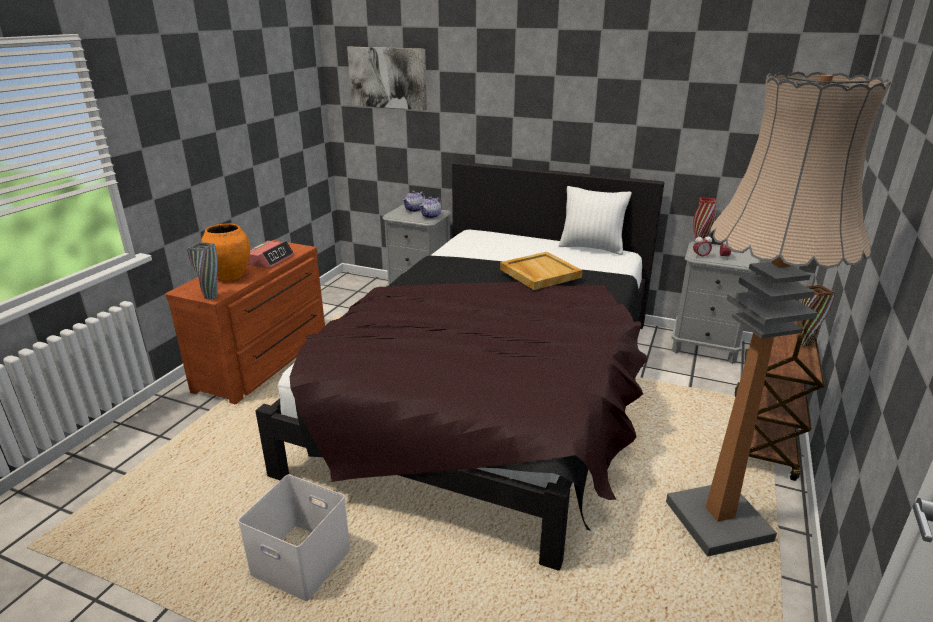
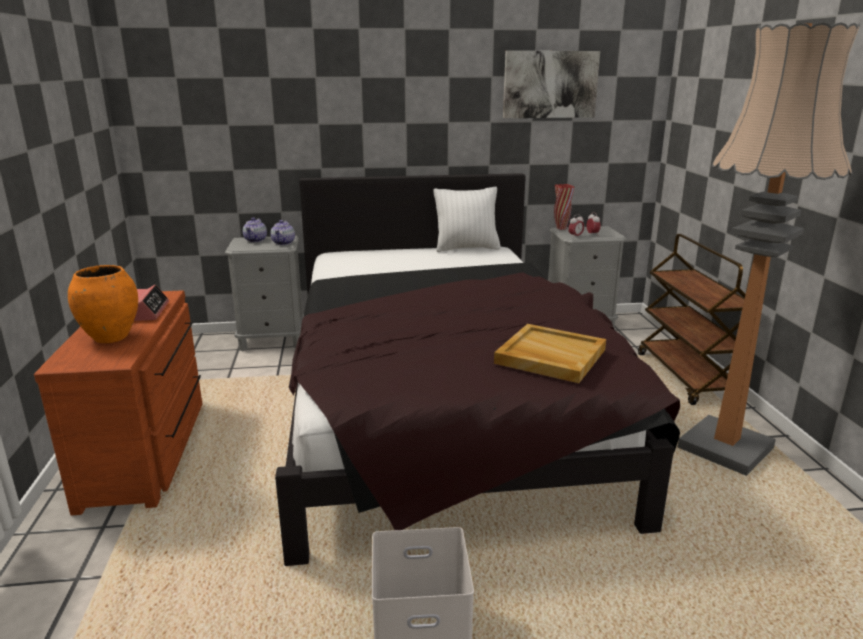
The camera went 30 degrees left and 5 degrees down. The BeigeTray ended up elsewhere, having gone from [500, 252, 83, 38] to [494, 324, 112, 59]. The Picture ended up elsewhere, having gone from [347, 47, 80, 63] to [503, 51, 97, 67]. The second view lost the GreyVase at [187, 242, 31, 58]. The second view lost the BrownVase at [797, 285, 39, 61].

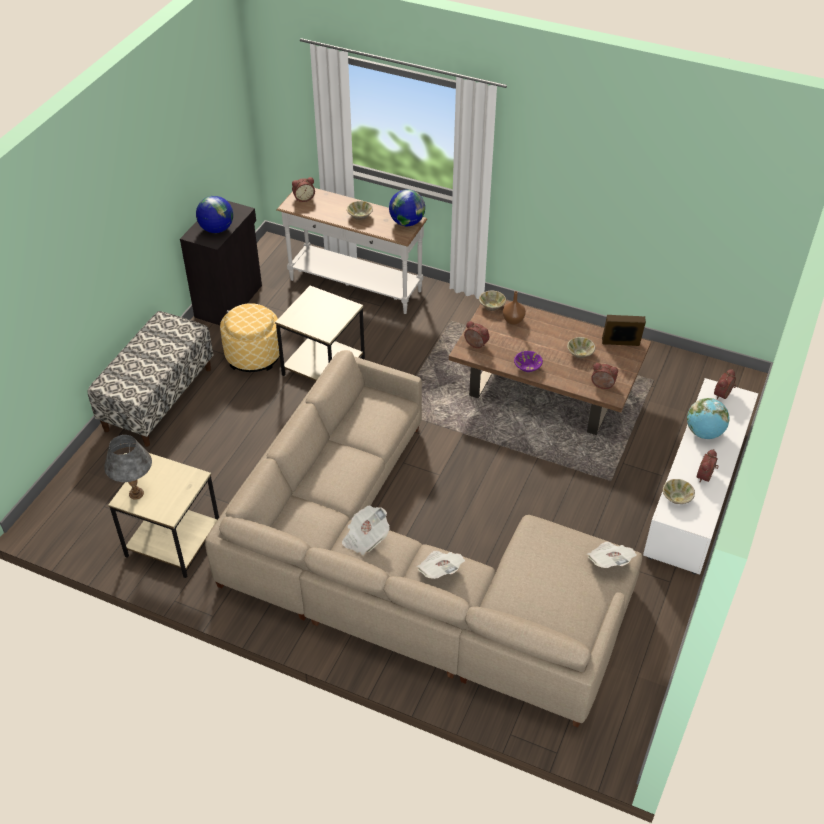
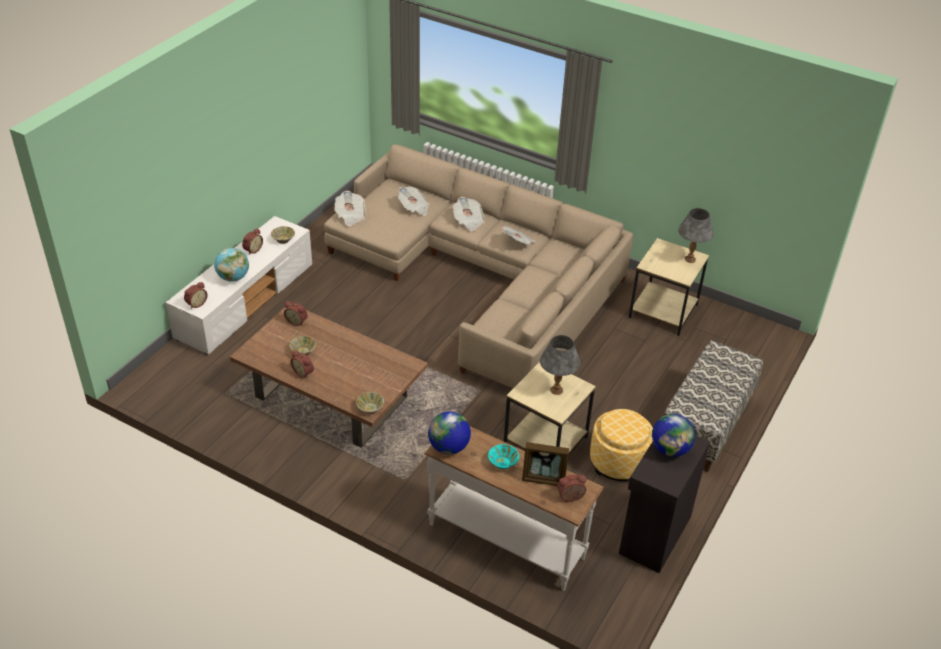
The camera went 175 degrees left and 5 degrees down. The AlarmClock ended up elsewhere, having gone from [464, 321, 25, 27] to [291, 350, 23, 28]. The second view gained the Newspaper at [398, 186, 32, 30]. What was the BeigeBowl at [347, 201, 26, 19] turned into the TurquoiseBowl at [488, 444, 31, 25]. The PictureFrame ended up elsewhere, having gone from [602, 315, 44, 31] to [522, 442, 47, 44]. The second view gained the GreyTableLamp at [540, 335, 40, 60]. The second view lost the BrownVase at [503, 291, 23, 34]. The second view lost the PurpleBowl at [514, 351, 29, 22].

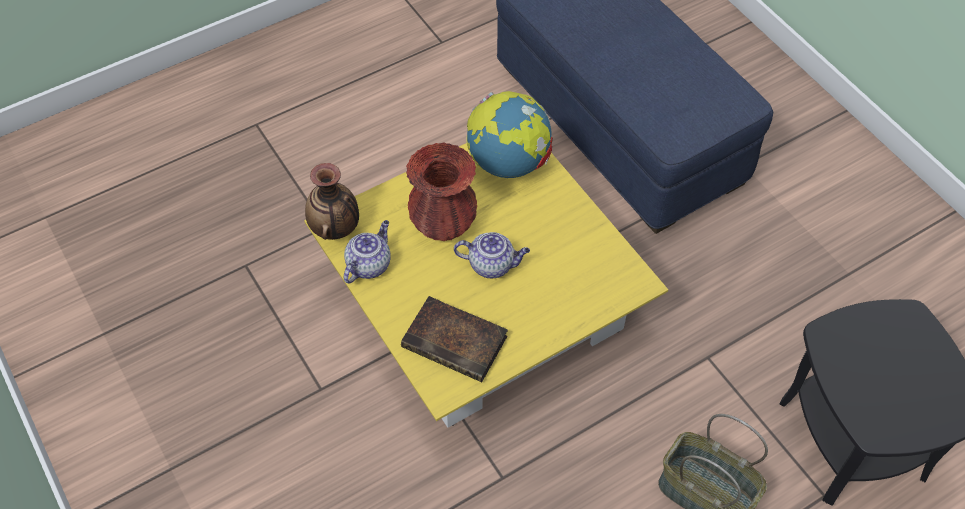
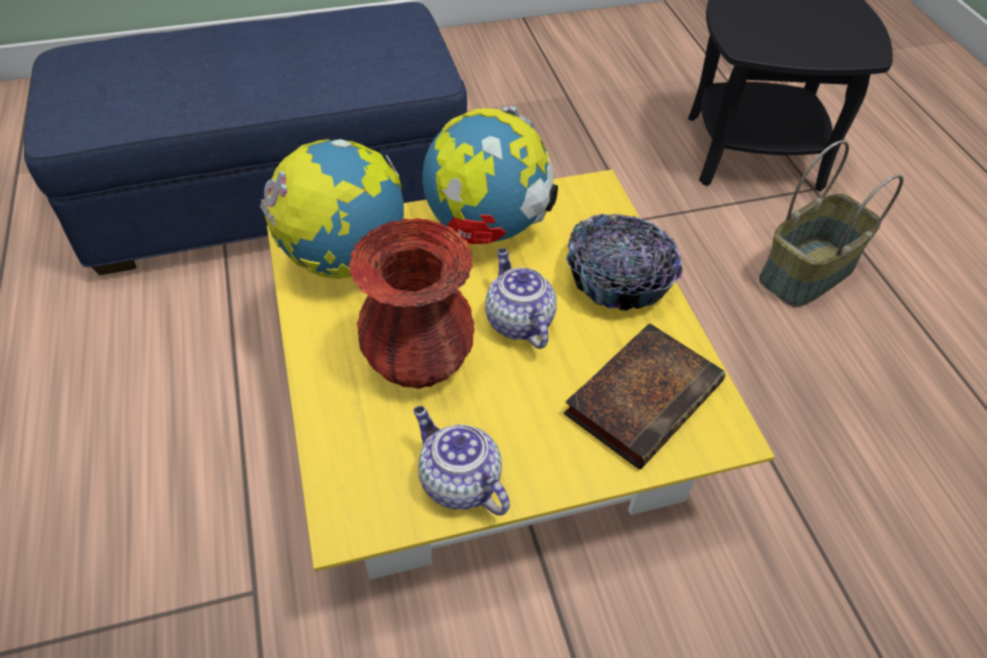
The camera went 75 degrees left and 5 degrees down. The second view gained the Globe at [422, 106, 136, 138]. The Teapot at [454, 232, 76, 46] ended up facing another way, 45 degrees counterclockwise from before. The second view gained the Bowl at [566, 214, 117, 97]. The second view lost the Vase at [305, 163, 54, 77].

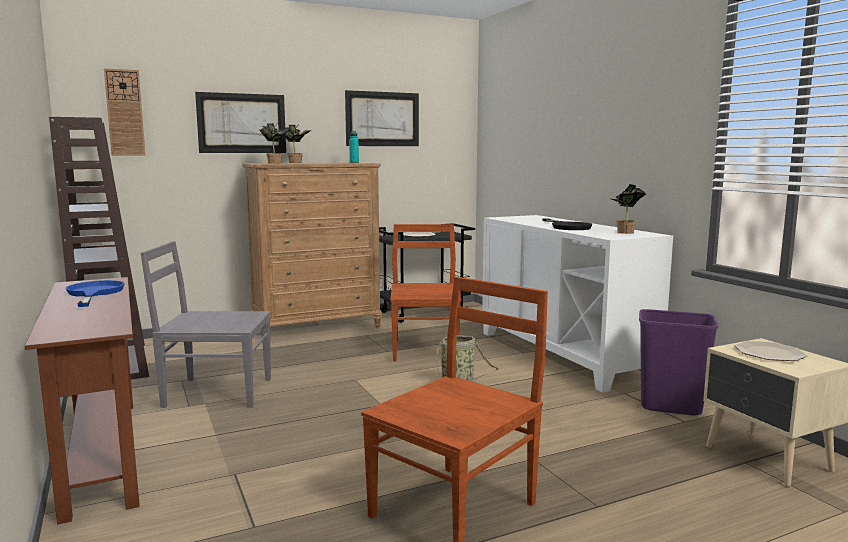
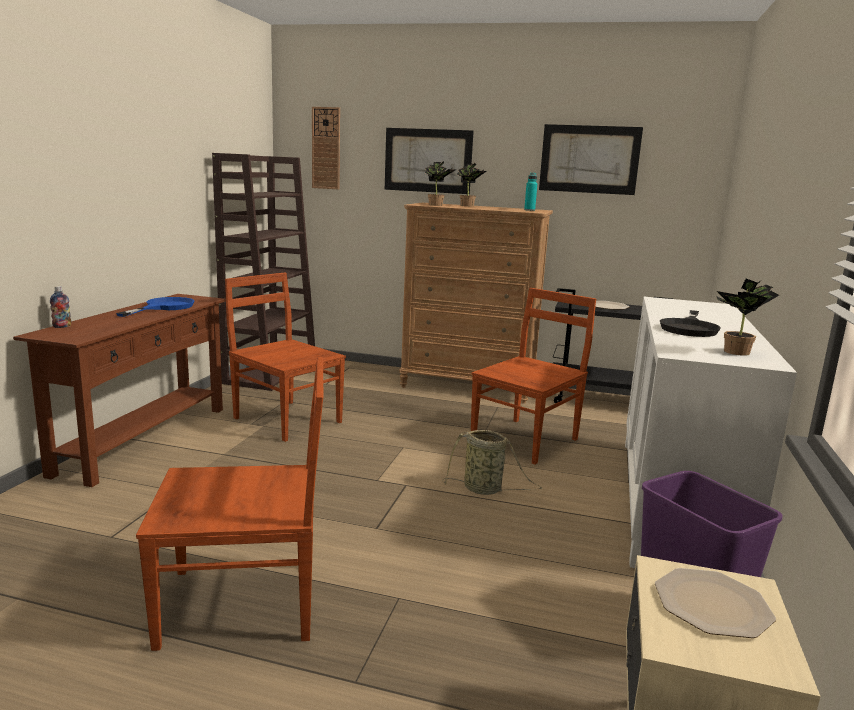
The camera went 40 degrees right and 5 degrees up. The second view gained the Bottle at [50, 286, 21, 42]. What was the GreyChair at [141, 241, 130, 167] turned into the BrownChair at [225, 273, 121, 169].

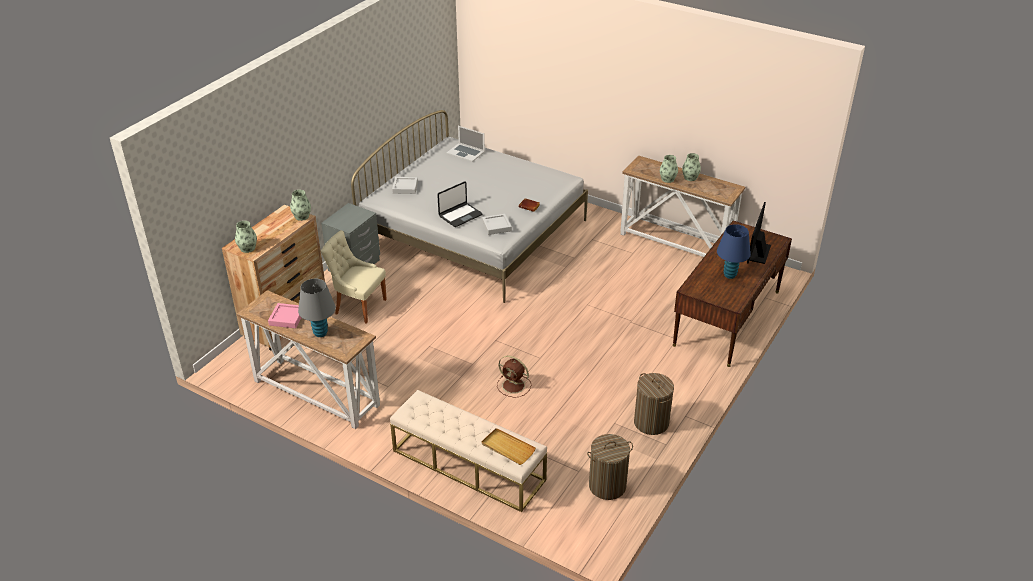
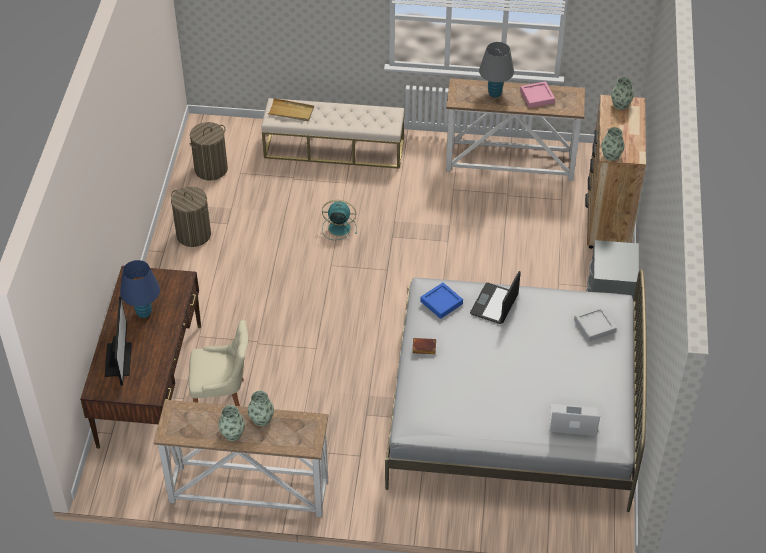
The camera went 155 degrees right and 10 degrees up. The BeigeChair ended up elsewhere, having gone from [321, 230, 66, 94] to [189, 320, 59, 86]. What was the BrownFan at [497, 356, 34, 42] turned into the TurquoiseFan at [322, 200, 35, 40]. What was the GreyTray at [482, 214, 30, 21] turned into the BlueTray at [420, 282, 43, 37].

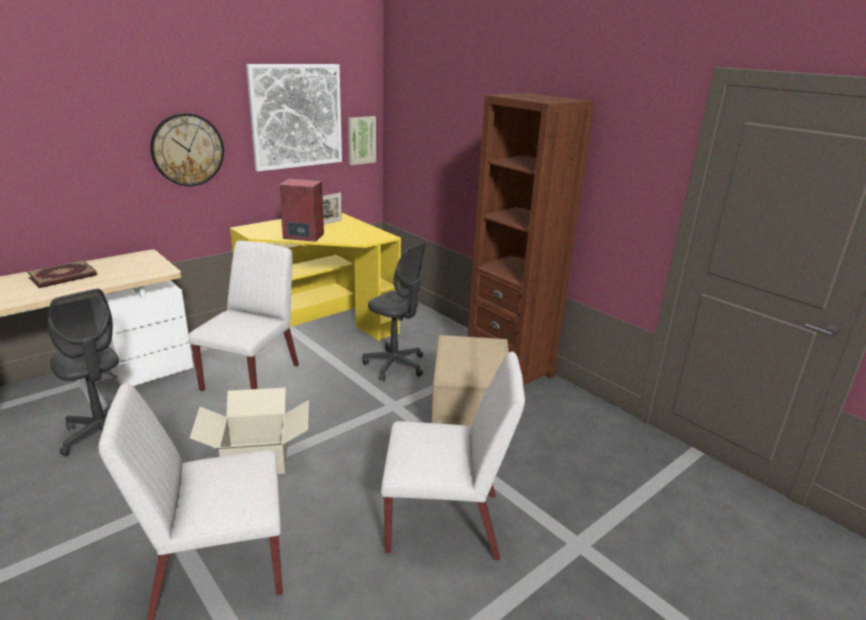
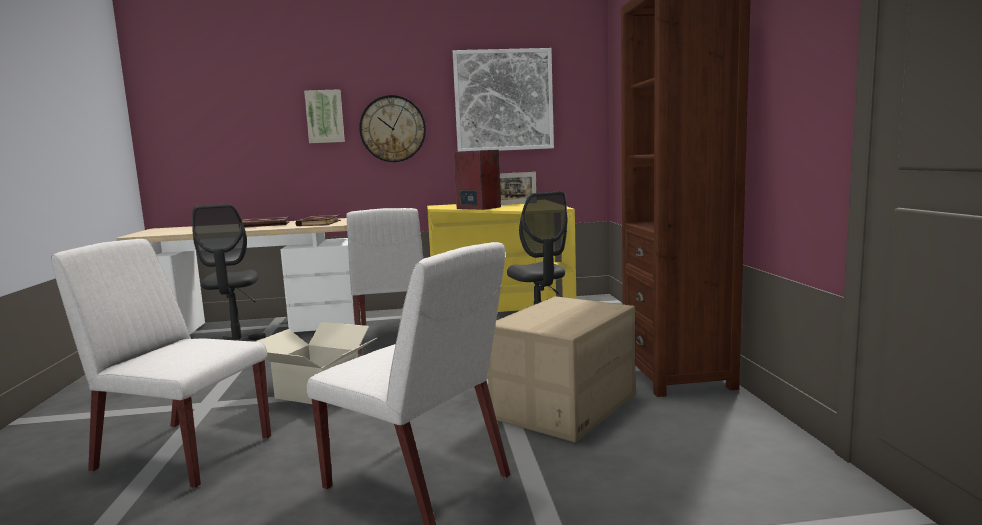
The camera went 35 degrees right and 15 degrees down. The second view gained the Book at [295, 215, 46, 11]. The Picture ended up elsewhere, having gone from [348, 116, 28, 49] to [304, 89, 41, 54]. The WhiteChair at [188, 241, 111, 150] ended up facing another way, 120 degrees clockwise from before.

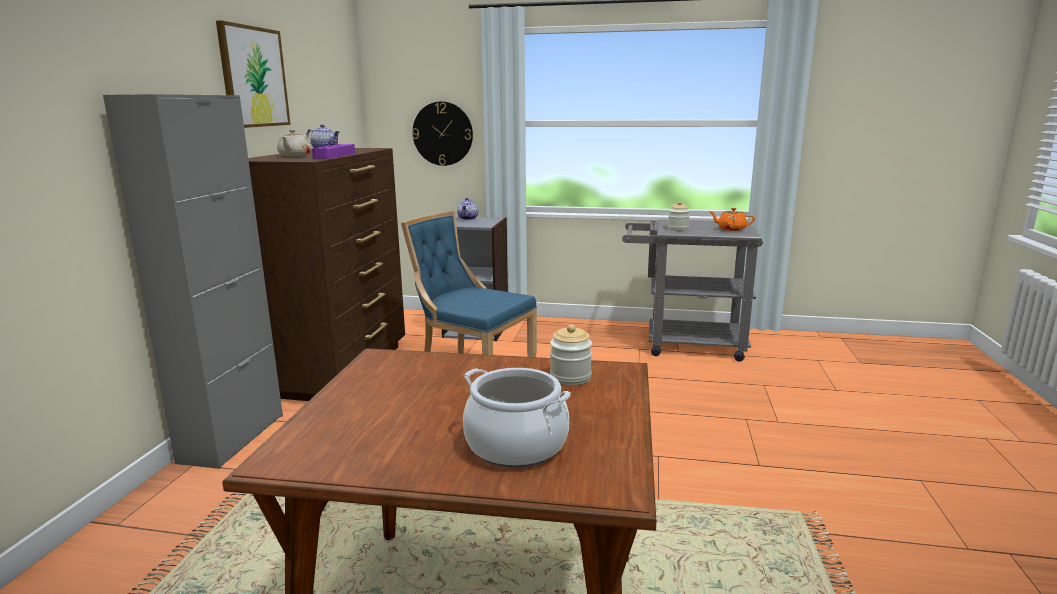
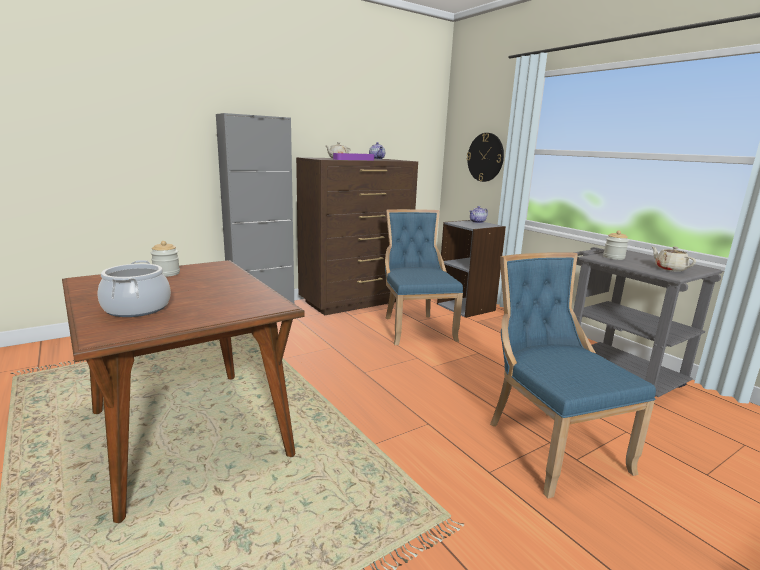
The camera went 45 degrees right and 0 degrees up. The Jar ended up elsewhere, having gone from [550, 324, 42, 62] to [151, 241, 29, 36]. The second view gained the BlueChair at [490, 252, 166, 247]. What was the OrangeTeapot at [709, 208, 46, 23] turned into the BeigeTeapot at [651, 246, 45, 26]. The second view lost the Picture at [216, 20, 75, 108].

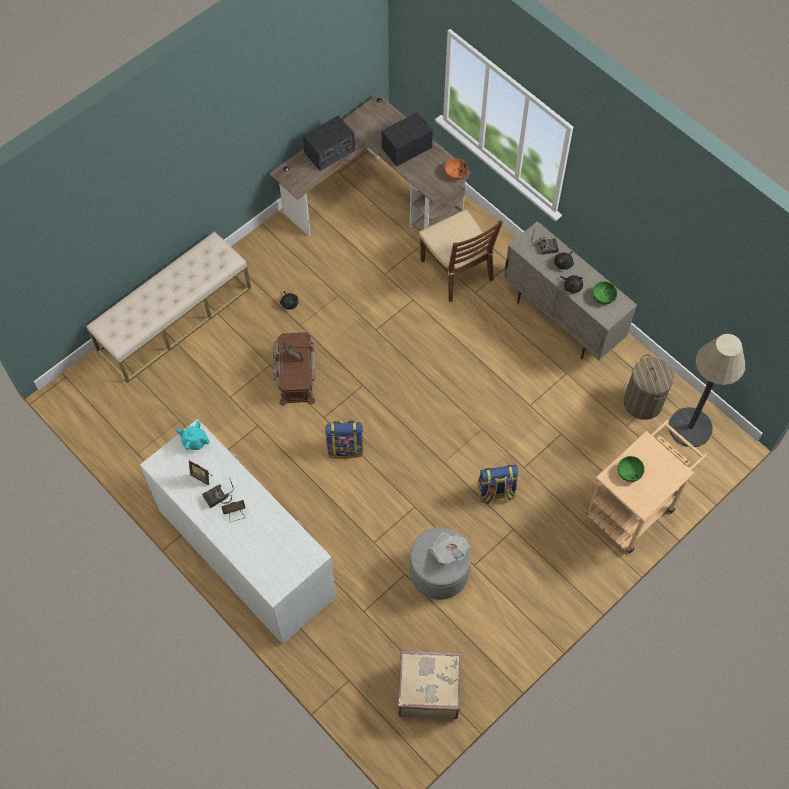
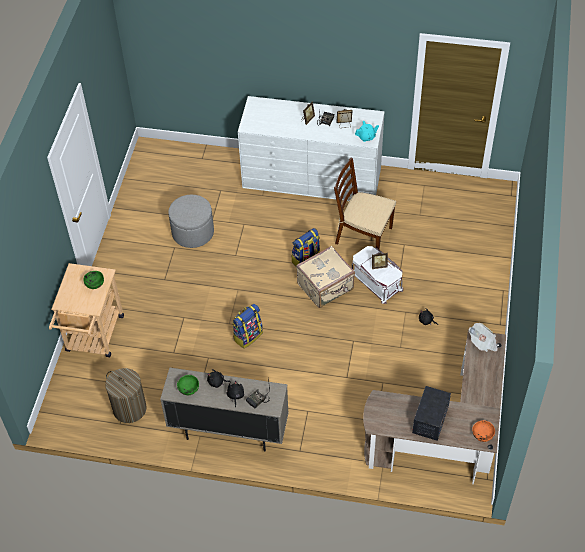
The camera went 145 degrees right and 10 degrees down. The Backpack ended up elsewhere, having gone from [478, 465, 40, 40] to [232, 304, 31, 44]. The BeigeSuitcase ended up elsewhere, having gone from [398, 650, 64, 69] to [296, 246, 59, 62]. The BrownChair ended up elsewhere, having gone from [419, 209, 84, 93] to [334, 158, 62, 93]. What was the BrownStorageBox at [273, 332, 43, 74] turned into the WhiteStorageBox at [352, 246, 51, 58]. The Newspaper ended up elsewhere, having gone from [429, 532, 40, 32] to [469, 323, 29, 29]. The OrangeBowl ended up elsewhere, having gone from [445, 158, 23, 22] to [472, 420, 23, 22]. The second view lost the BeigeBench at [87, 231, 164, 152]. The second view lost the Radio at [303, 115, 52, 56]. The second view lost the FloorLamp at [669, 334, 76, 113].

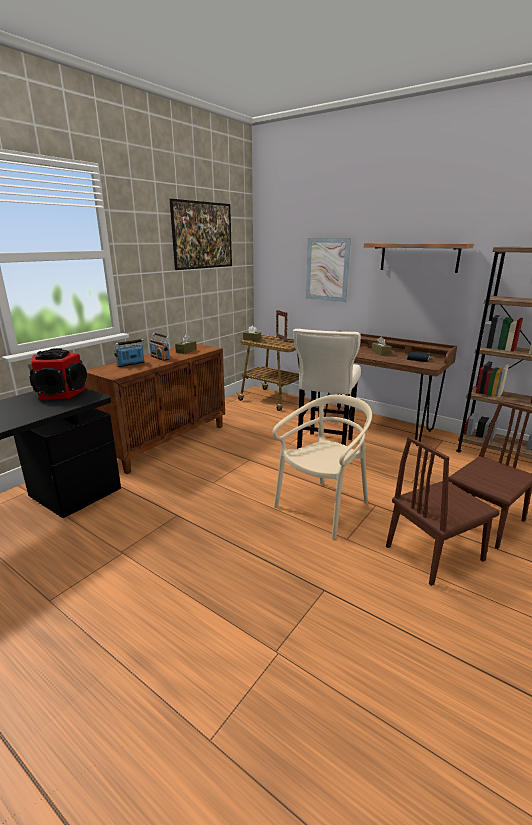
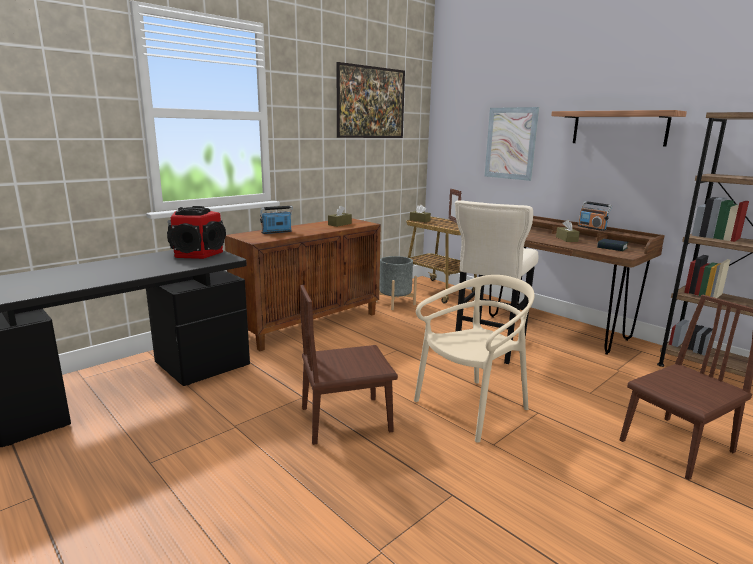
The camera went 10 degrees right and 5 degrees down. The BrownChair ended up elsewhere, having gone from [386, 436, 114, 150] to [300, 285, 98, 160]. The second view gained the GreyPlanter at [376, 256, 41, 54]. The Radio ended up elsewhere, having gone from [150, 333, 20, 28] to [578, 201, 34, 30].

